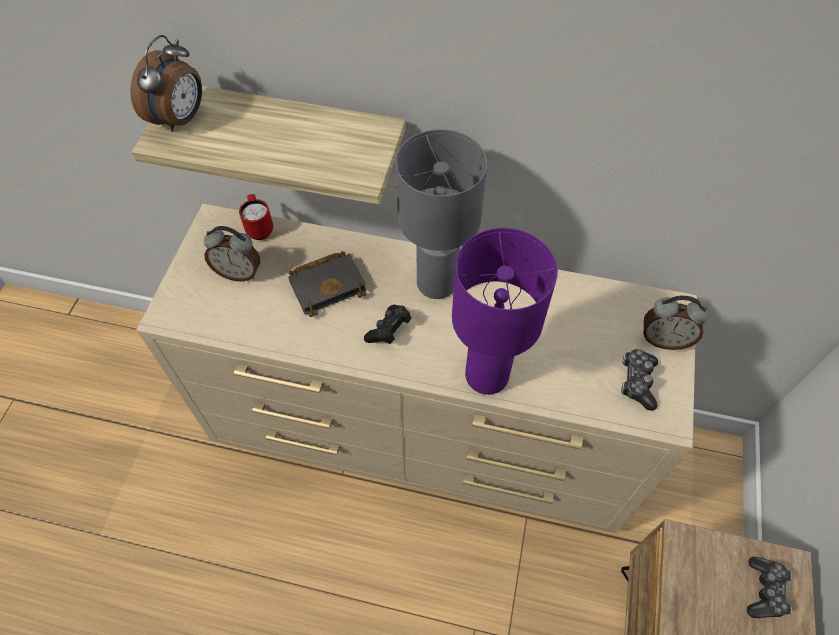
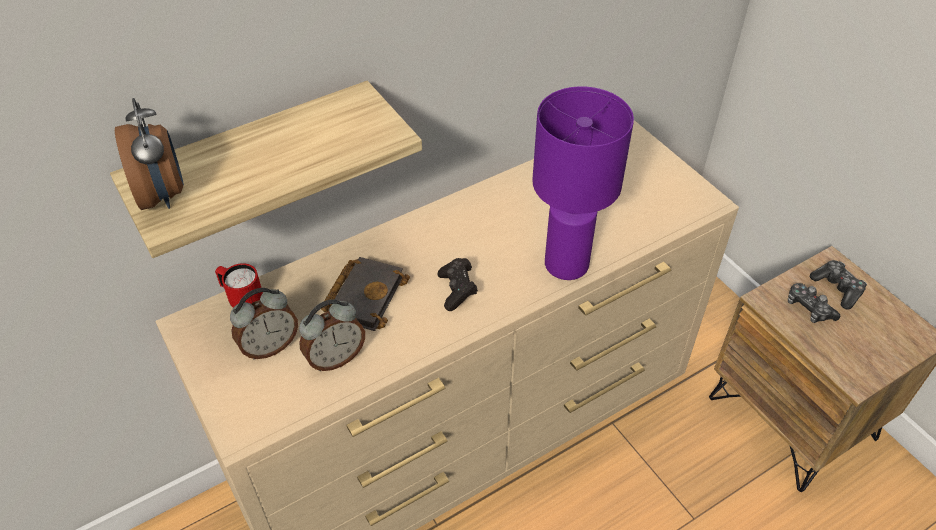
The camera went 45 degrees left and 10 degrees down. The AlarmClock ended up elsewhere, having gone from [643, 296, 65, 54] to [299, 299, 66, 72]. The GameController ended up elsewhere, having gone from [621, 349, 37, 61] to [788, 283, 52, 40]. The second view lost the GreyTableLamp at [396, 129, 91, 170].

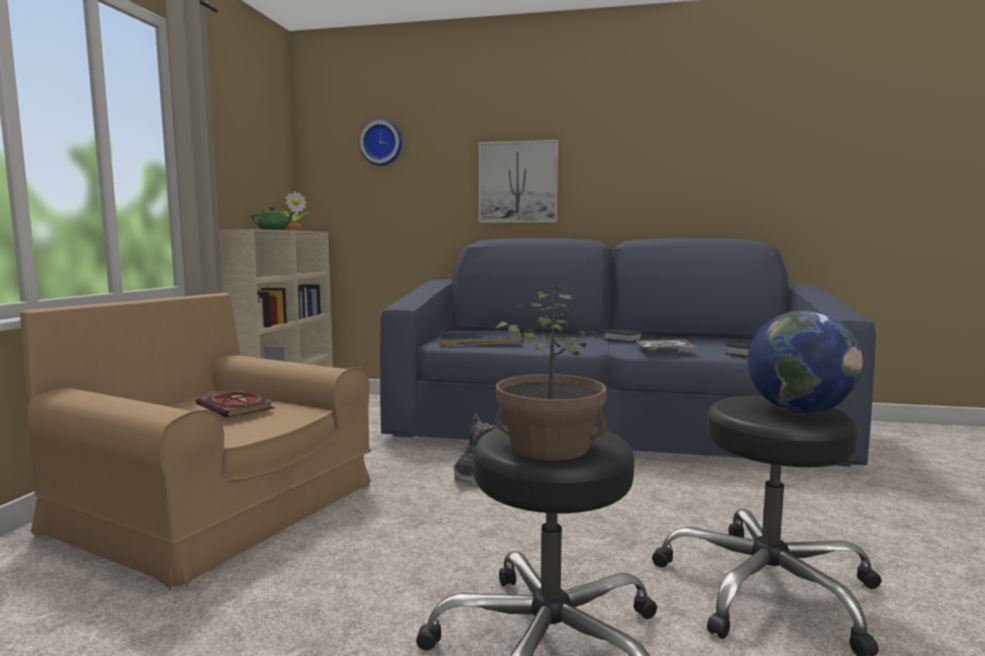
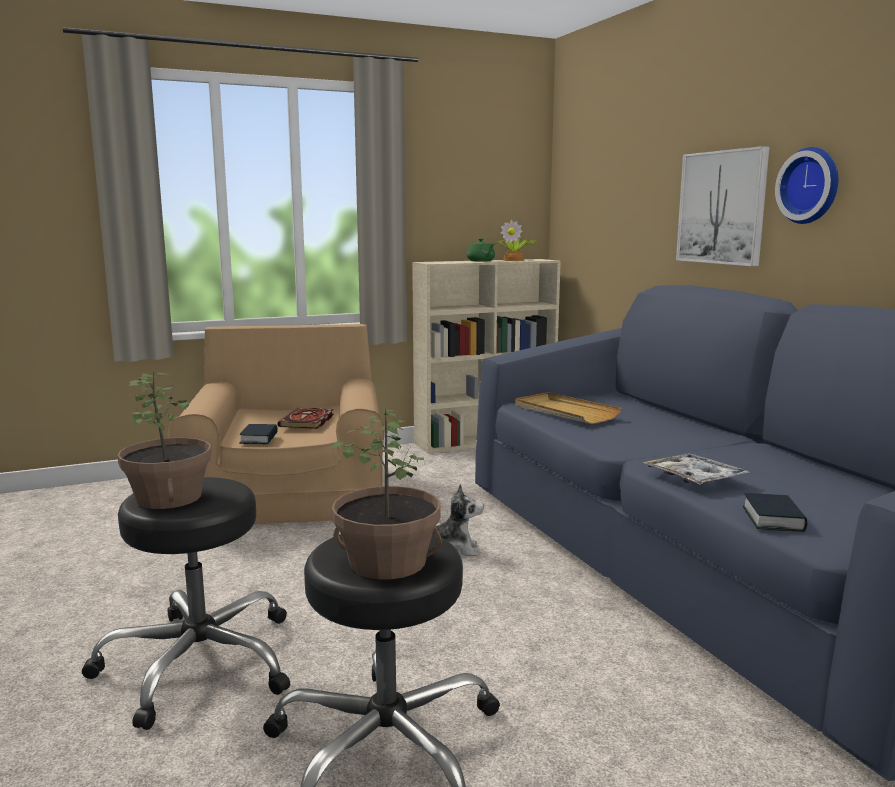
The camera went 55 degrees right and 5 degrees up. The Book ended up elsewhere, having gone from [603, 329, 39, 14] to [239, 424, 39, 20]. Where the Globe stood at [748, 311, 115, 102], the PottedPlant came to stand at [331, 409, 111, 170]. What was the BlueTray at [439, 331, 85, 15] turned into the BeigeTray at [515, 392, 107, 32]. The WallClock ended up elsewhere, having gone from [360, 119, 42, 47] to [775, 147, 63, 77].

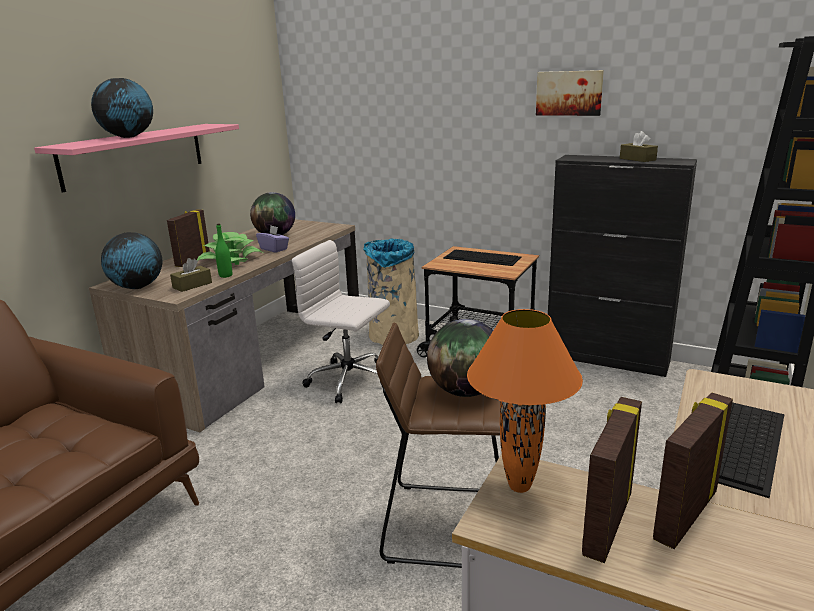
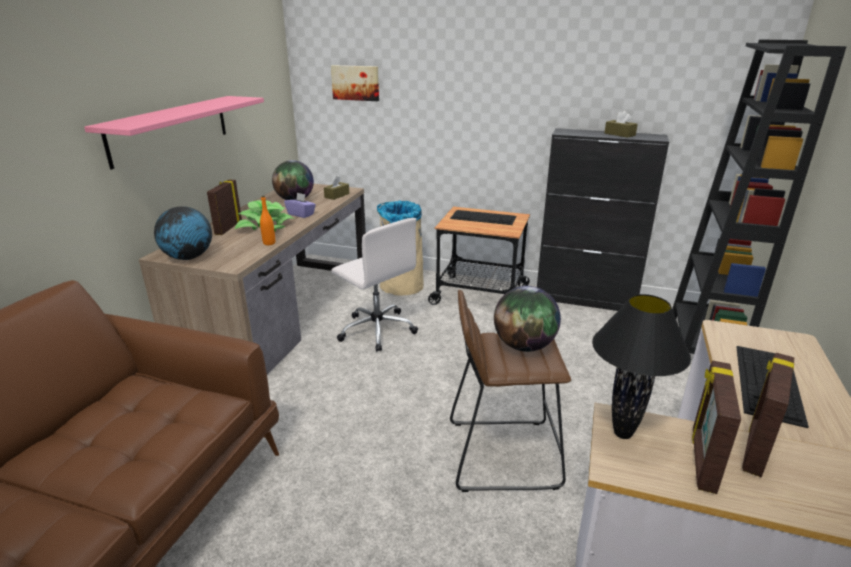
The camera went 10 degrees left and 5 degrees up. What was the GreenBottle at [215, 223, 17, 55] turned into the OrangeBottle at [260, 196, 15, 49]. The BrownTissueBox ended up elsewhere, having gone from [170, 258, 42, 34] to [324, 176, 25, 24]. The Picture ended up elsewhere, having gone from [536, 70, 68, 46] to [331, 65, 48, 36]. The WhiteOfficeChair at [292, 240, 98, 163] ended up facing another way, 150 degrees counterclockwise from before. What was the OrangeTableLamp at [467, 309, 116, 184] turned into the BlackTableLamp at [592, 294, 99, 145]. The second view lost the Globe at [91, 78, 62, 60].

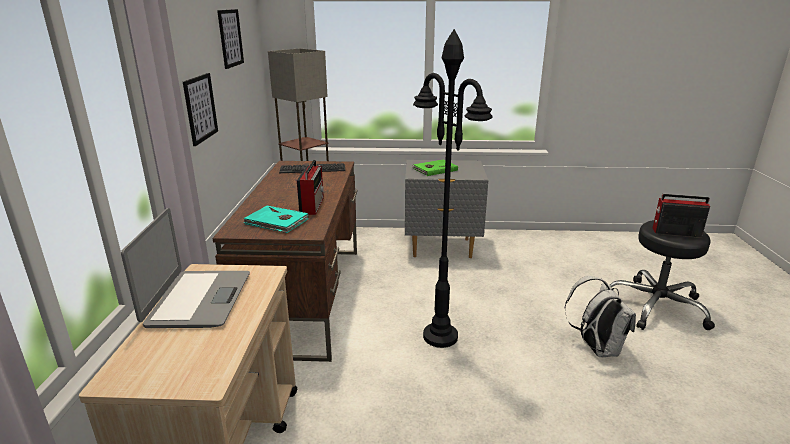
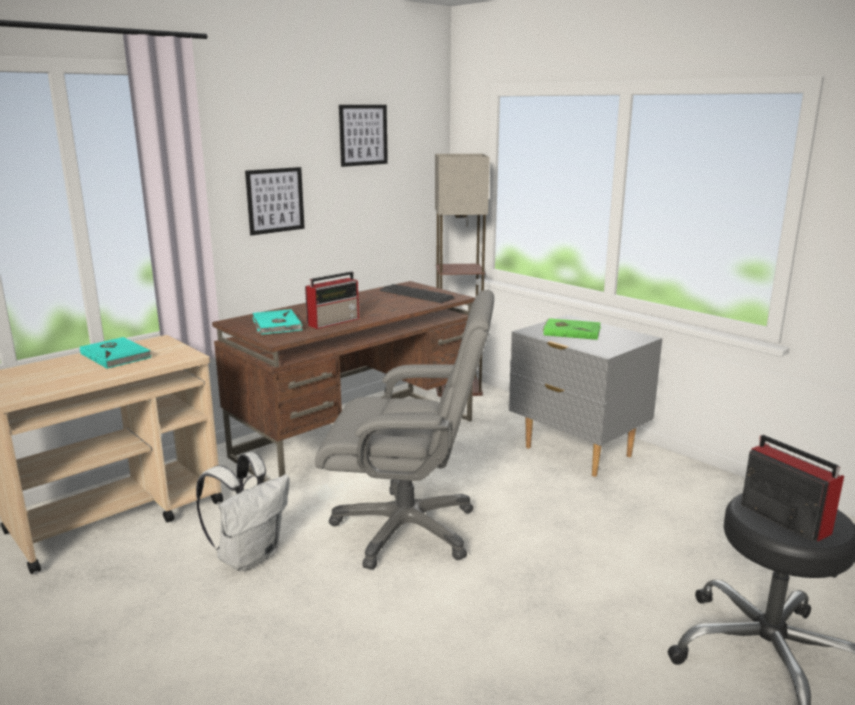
The camera went 45 degrees right and 5 degrees down. Where the Laptop stood at [121, 208, 129, 120], the TurquoiseBook came to stand at [80, 337, 72, 32]. The WhiteBackpack ended up elsewhere, having gone from [564, 276, 72, 81] to [196, 452, 93, 119]. Where the BlackFloorLamp stood at [413, 29, 80, 319], the GreyOfficeChair came to stand at [315, 290, 179, 280].

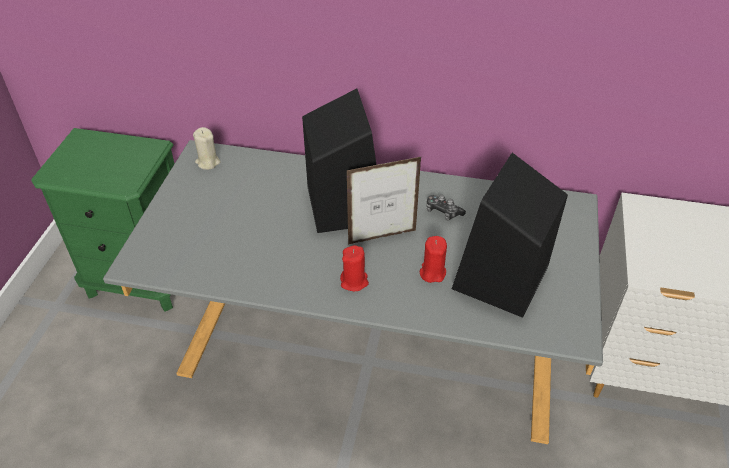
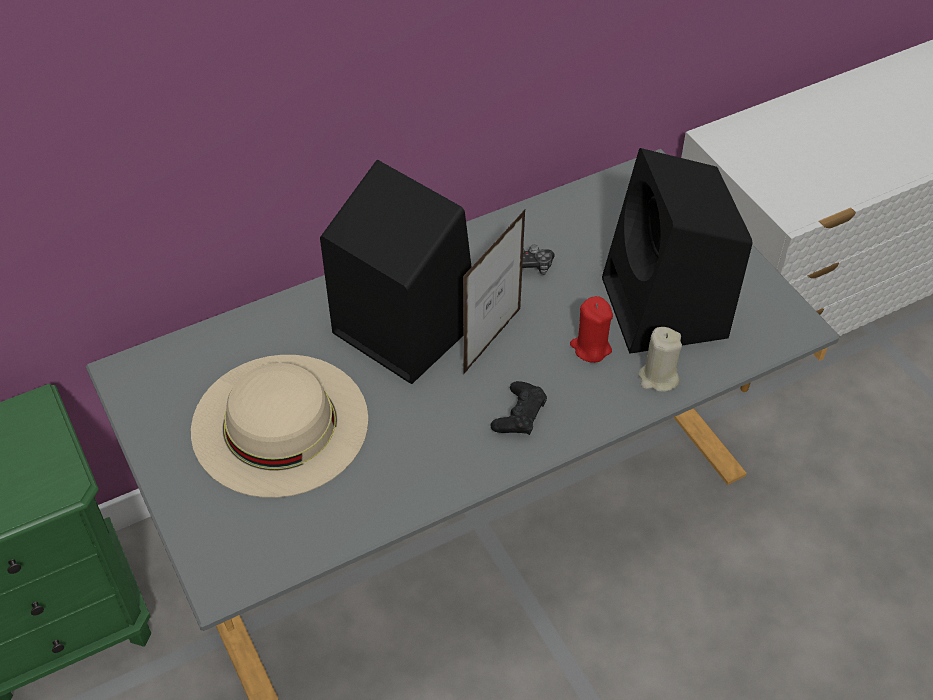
The camera went 40 degrees left and 5 degrees up. The second view gained the BeigeHat at [191, 355, 177, 143]. Where the RedCandle stood at [340, 245, 29, 46], the BlackGameController came to stand at [490, 381, 57, 54]. The BeigeCandle ended up elsewhere, having gone from [193, 127, 27, 43] to [638, 327, 44, 65].

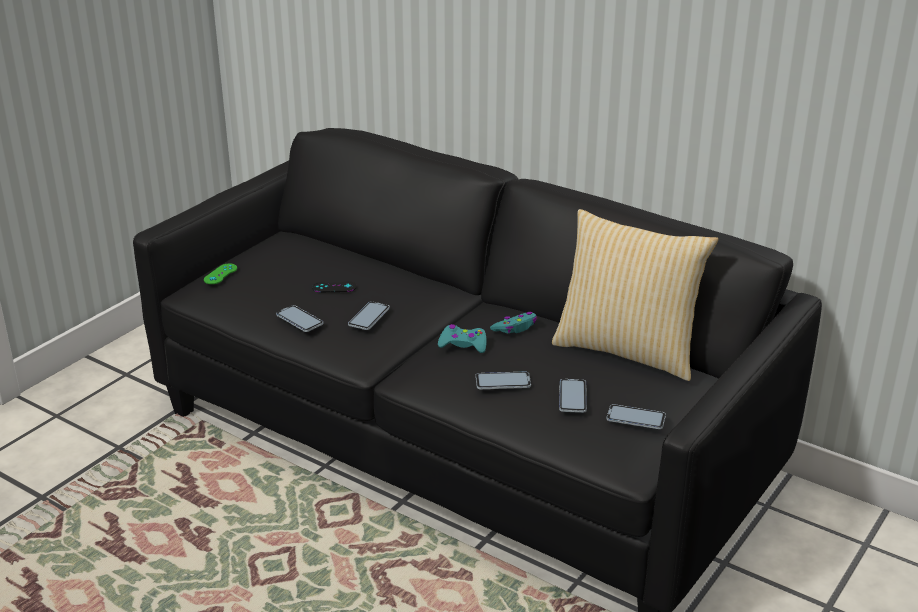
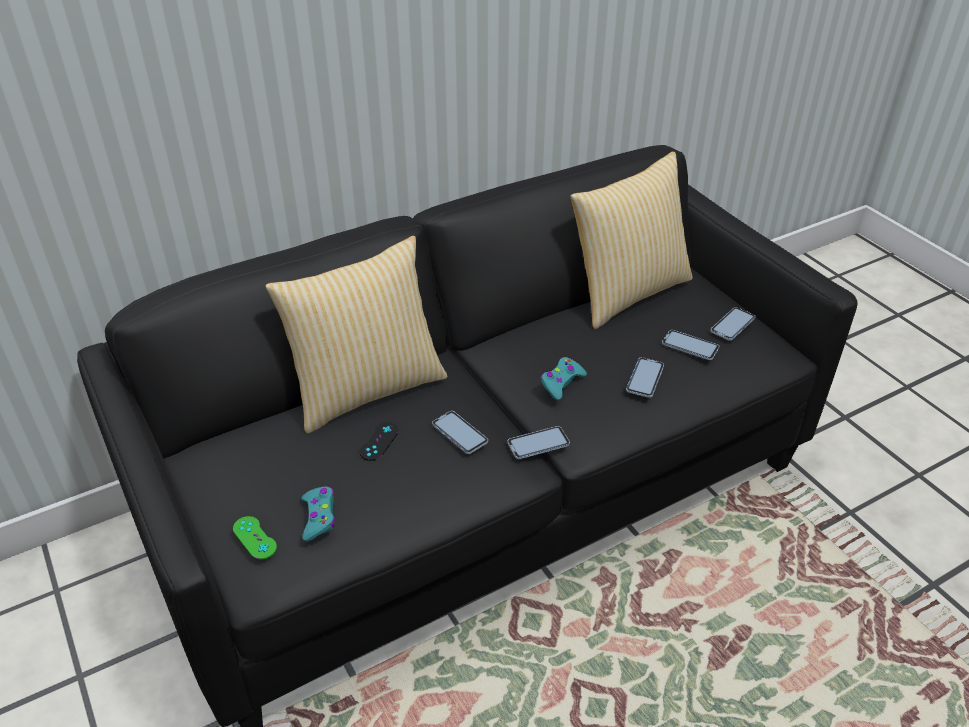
The camera went 65 degrees left and 10 degrees up. The second view gained the Pillow at [265, 236, 183, 198]. The TurquoiseGameController ended up elsewhere, having gone from [490, 312, 47, 21] to [302, 487, 33, 55]. The Phone ended up elsewhere, having gone from [276, 305, 47, 27] to [507, 426, 63, 33].

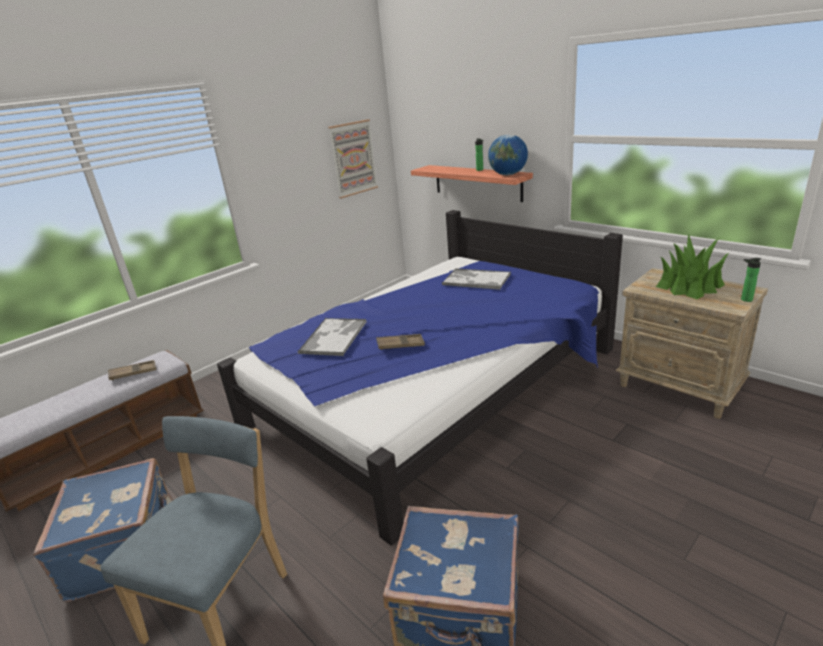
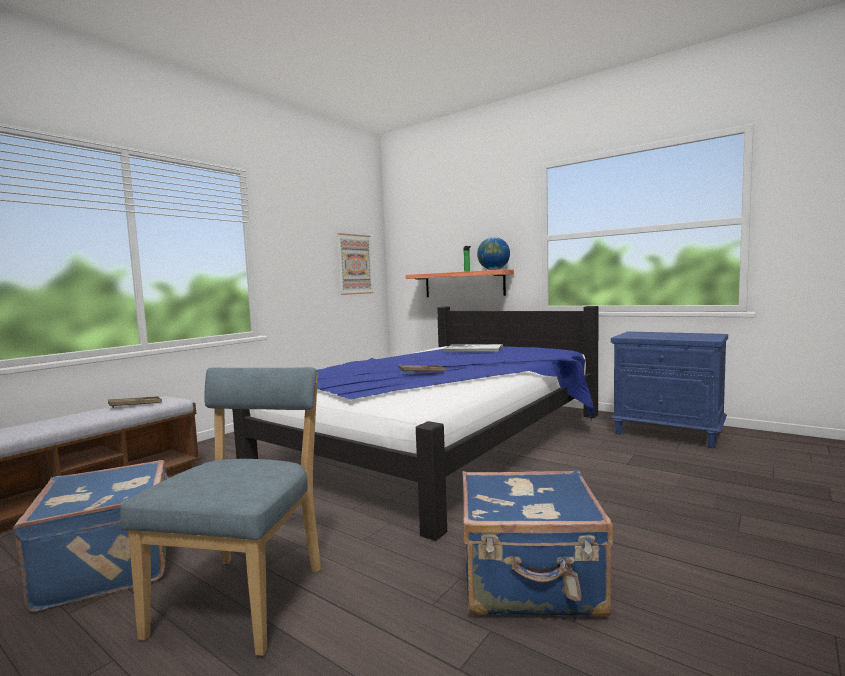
The camera went 10 degrees left and 20 degrees down. What was the BeigeNightstand at [615, 268, 153, 151] turned into the BlueNightstand at [610, 331, 118, 117]. The second view lost the Tray at [297, 318, 69, 38]. The second view lost the PottedPlant at [656, 234, 73, 65]. The second view lost the Bottle at [741, 258, 20, 44].

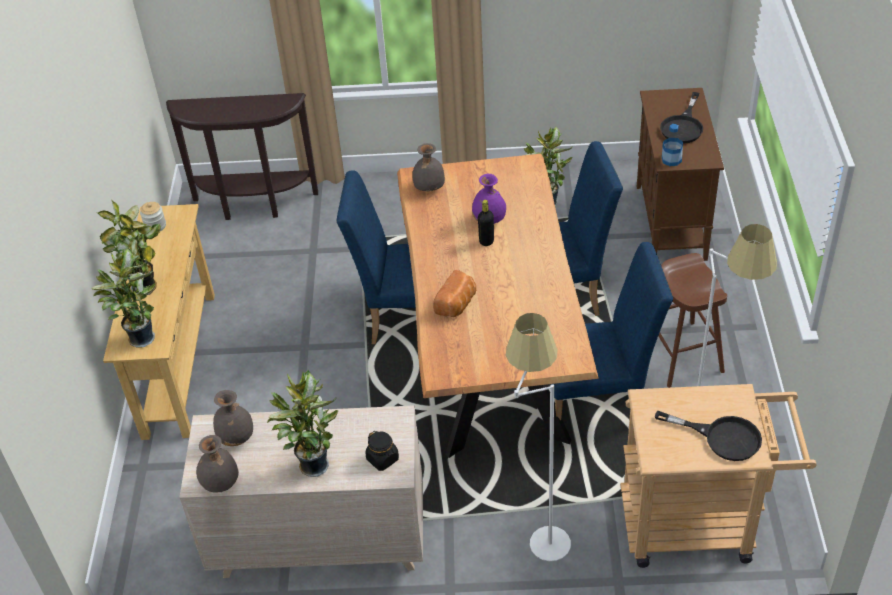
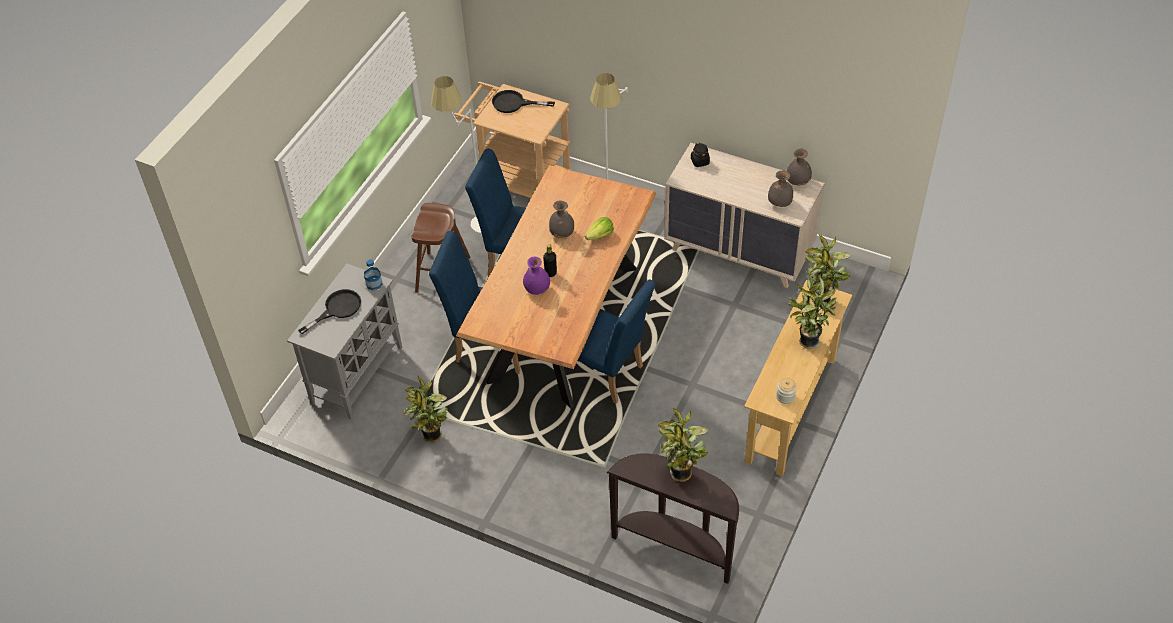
The camera went 155 degrees left and 5 degrees up. What was the BrownCabinet at [637, 88, 87, 173] turned into the GreyCabinet at [287, 263, 115, 157]. The BlackFryingPan at [655, 411, 107, 50] ended up facing another way, 45 degrees counterclockwise from before. The GreyVase ended up elsewhere, having gone from [412, 143, 33, 48] to [549, 201, 25, 37]. Where the Bread stood at [433, 270, 43, 47], the Lettuce came to stand at [585, 217, 29, 23]. The PottedPlant ended up elsewhere, having gone from [267, 370, 72, 107] to [658, 407, 51, 75].

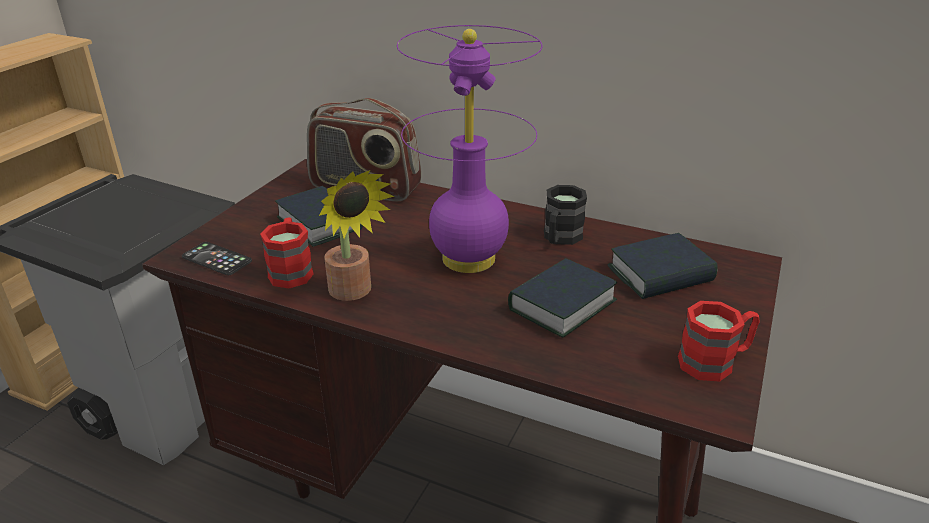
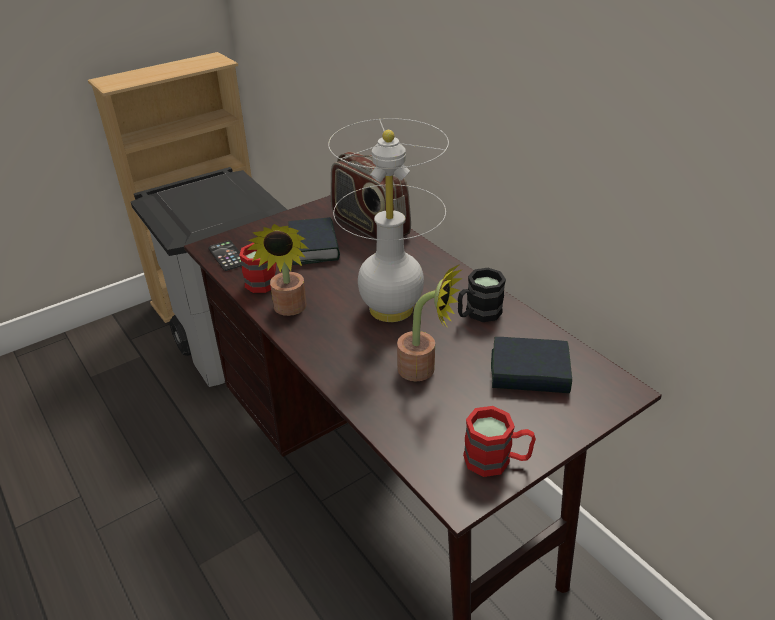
The camera went 30 degrees right and 5 degrees up. What was the PurpleTableLamp at [397, 25, 145, 248] turned into the WhiteTableLamp at [328, 118, 121, 204]. Where the Book stood at [508, 258, 109, 79], the PottedPlant came to stand at [397, 265, 66, 117].

